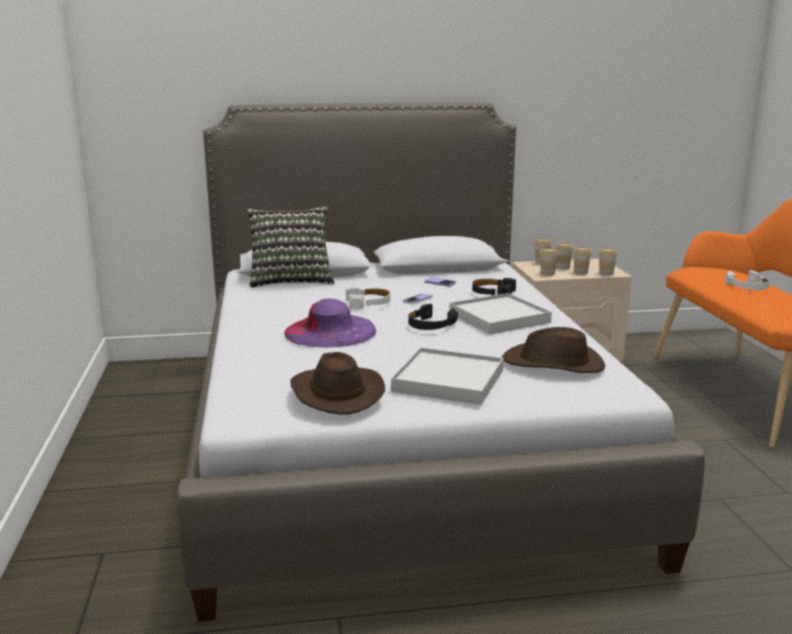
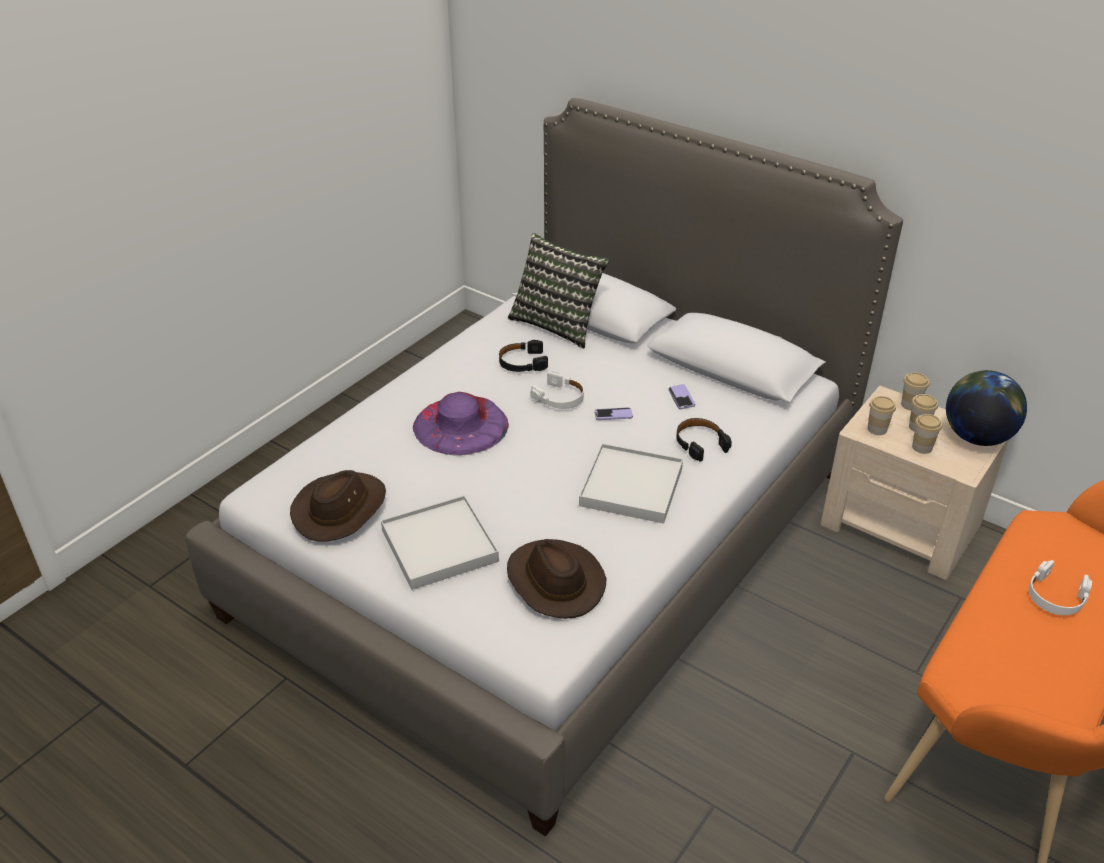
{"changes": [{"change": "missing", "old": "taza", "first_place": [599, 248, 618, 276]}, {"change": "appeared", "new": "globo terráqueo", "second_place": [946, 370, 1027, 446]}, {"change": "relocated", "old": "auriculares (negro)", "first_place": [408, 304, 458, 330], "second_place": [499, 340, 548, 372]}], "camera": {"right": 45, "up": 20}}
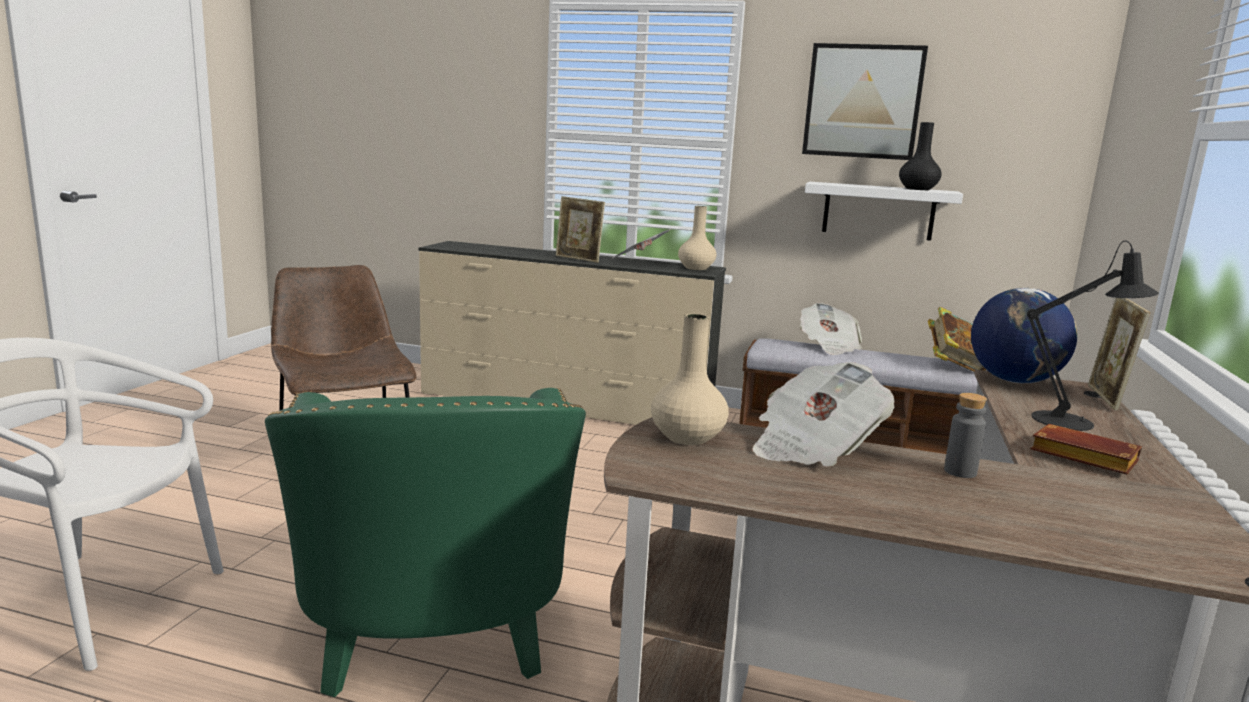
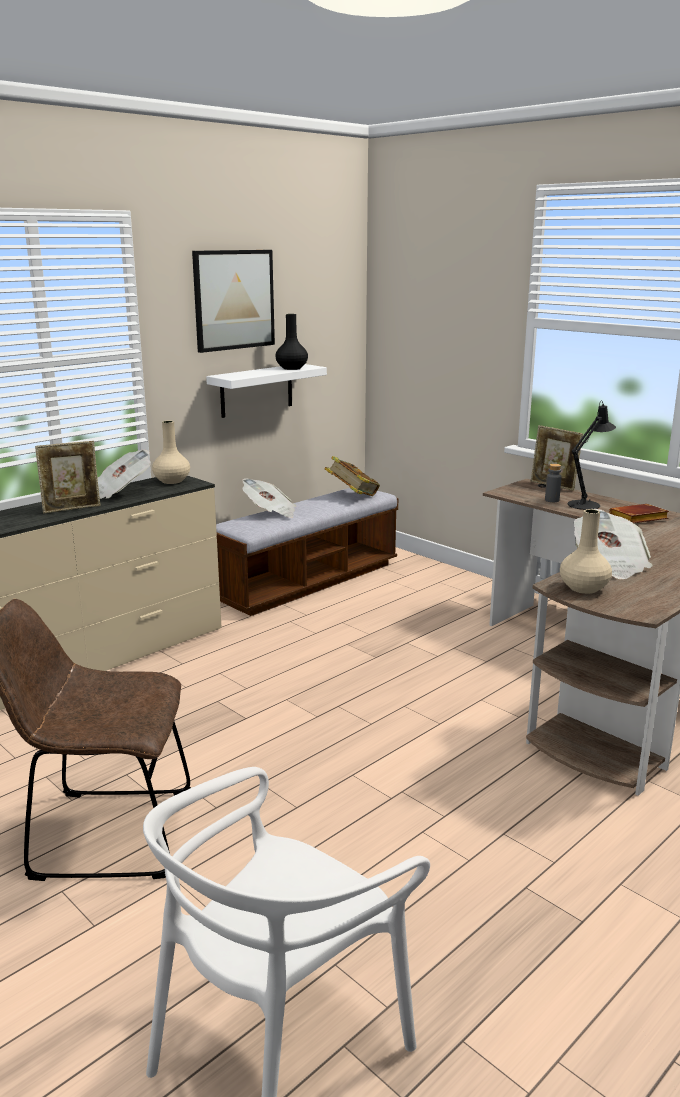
{"changes": [{"change": "missing", "old": "sillón (verde)", "first_place": [265, 388, 586, 697]}, {"change": "missing", "old": "globo terráqueo", "first_place": [971, 288, 1077, 383]}, {"change": "relocated", "old": "botella (gris)", "first_place": [944, 393, 987, 478], "second_place": [545, 464, 562, 502]}], "camera": {"right": -60, "up": 5}}
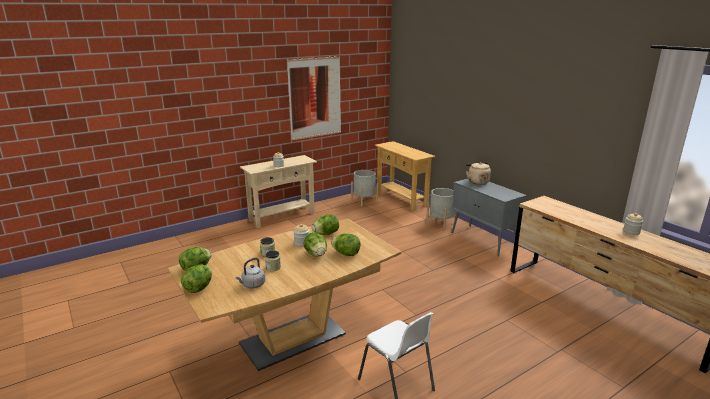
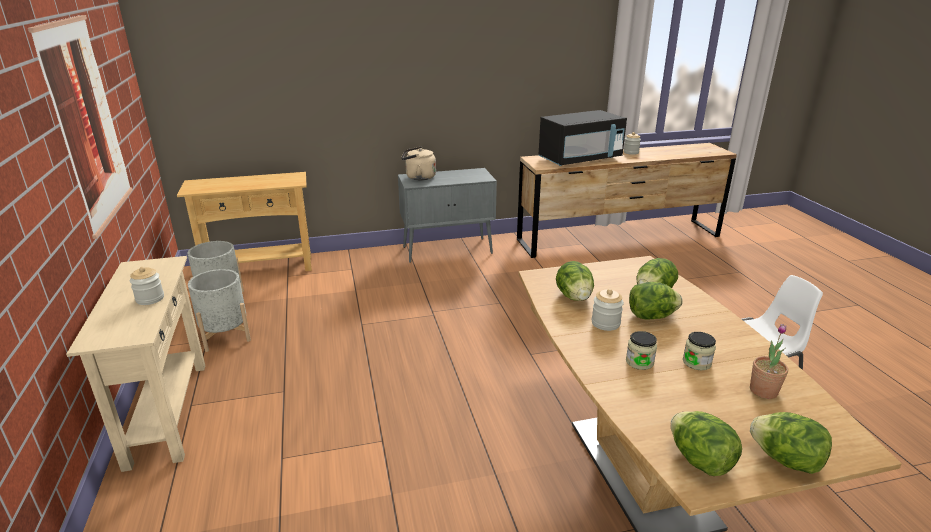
{"changes": [{"change": "appeared", "new": "microondas (negro)", "second_place": [538, 110, 627, 166]}, {"change": "relocated", "old": "maceta (gris)", "first_place": [426, 188, 457, 230], "second_place": [188, 269, 251, 352]}, {"change": "exchanged", "old": "hervidor (gris)", "new": "planta en maceta", "first_place": [235, 258, 265, 288], "second_place": [750, 324, 788, 399]}], "camera": {"right": -70, "up": 5}}
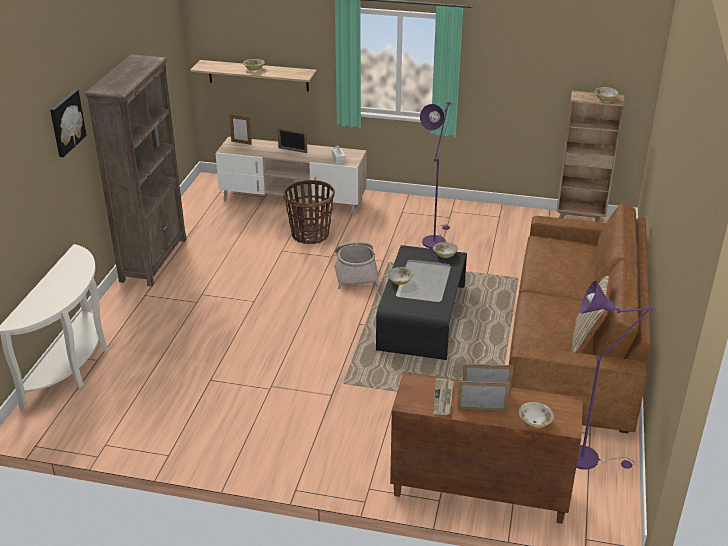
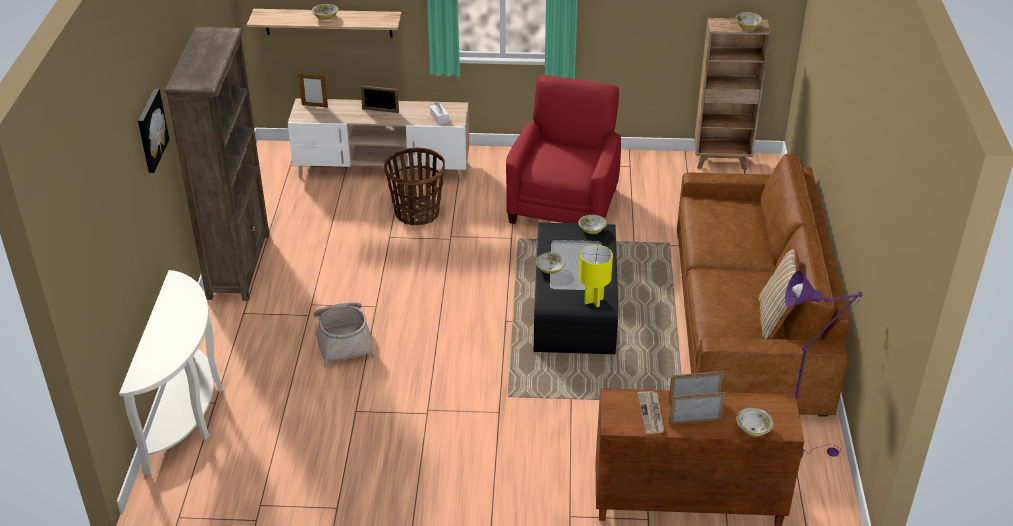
{"changes": [{"change": "appeared", "new": "lámpara de mesa (amarillo)", "second_place": [579, 245, 613, 307]}, {"change": "relocated", "old": "cesta", "first_place": [334, 242, 379, 289], "second_place": [314, 302, 376, 367]}, {"change": "exchanged", "old": "lámpara de pie (morado)", "new": "sillón (rojo)", "first_place": [420, 102, 452, 249], "second_place": [506, 75, 621, 224]}], "camera": {"right": -10, "up": 5}}
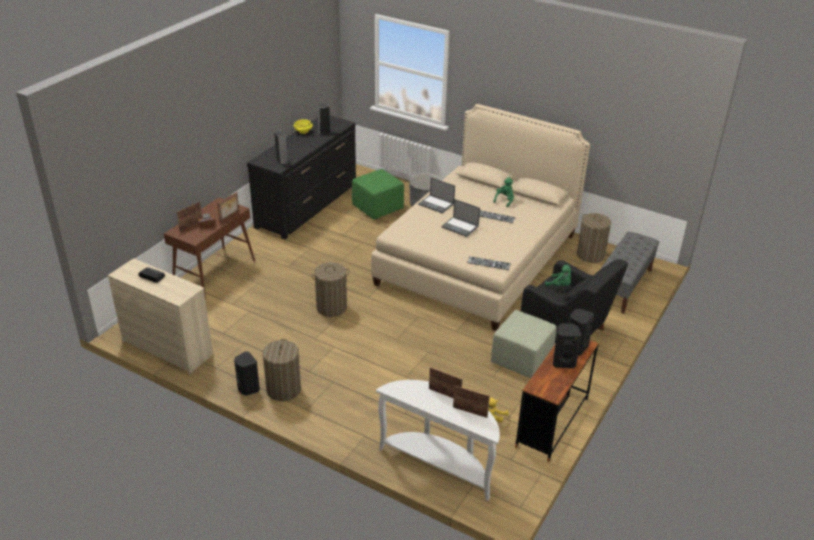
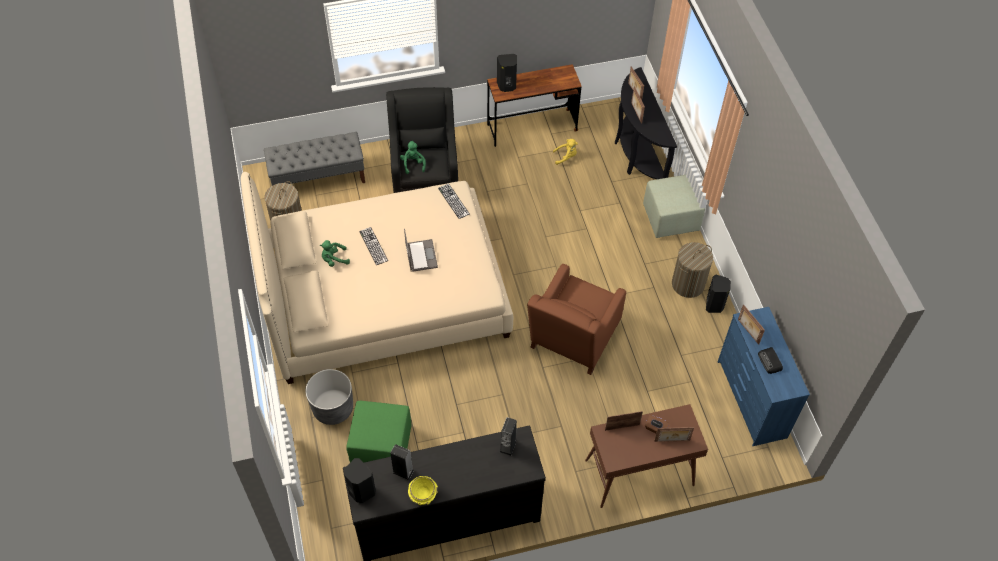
{"changes": [{"change": "missing", "old": "portátil", "first_place": [418, 178, 455, 214]}, {"change": "appeared", "new": "portarretratos", "second_place": [738, 305, 765, 345]}, {"change": "relocated", "old": "puf (verde)", "first_place": [491, 310, 557, 379], "second_place": [643, 175, 705, 238]}, {"change": "relocated", "old": "altavoz (negro)", "first_place": [553, 323, 582, 368], "second_place": [344, 458, 376, 503]}, {"change": "exchanged", "old": "cesto de la ropa", "new": "sillón (marrón)", "first_place": [311, 262, 350, 317], "second_place": [527, 264, 626, 375]}, {"change": "colour", "old": "cómoda (beis)", "new": "cómoda (azul)", "first_place": [108, 258, 213, 373], "second_place": [718, 307, 810, 446]}, {"change": "colour", "old": "mesa consola (blanco)", "new": "mesa consola (negro)", "first_place": [376, 380, 500, 501], "second_place": [615, 67, 677, 179]}], "camera": {"right": -135, "up": 20}}
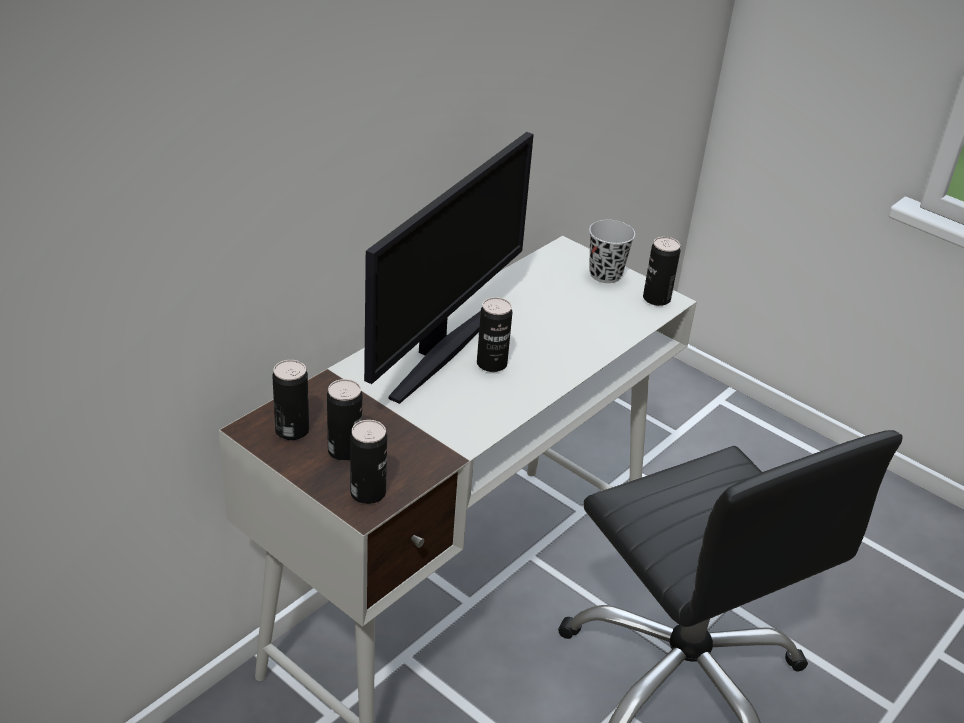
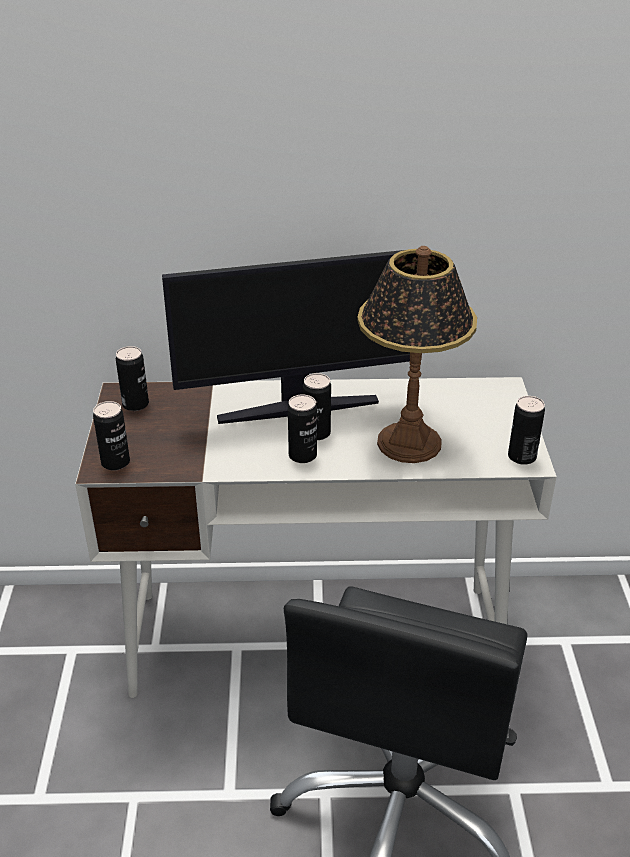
{"changes": [{"change": "missing", "old": "taza (negro)", "first_place": [589, 220, 635, 283]}, {"change": "appeared", "new": "lámpara de mesa", "second_place": [357, 246, 477, 463]}, {"change": "relocated", "old": "lata", "first_place": [327, 379, 362, 461], "second_place": [288, 394, 317, 463]}], "camera": {"right": 50, "up": 0}}
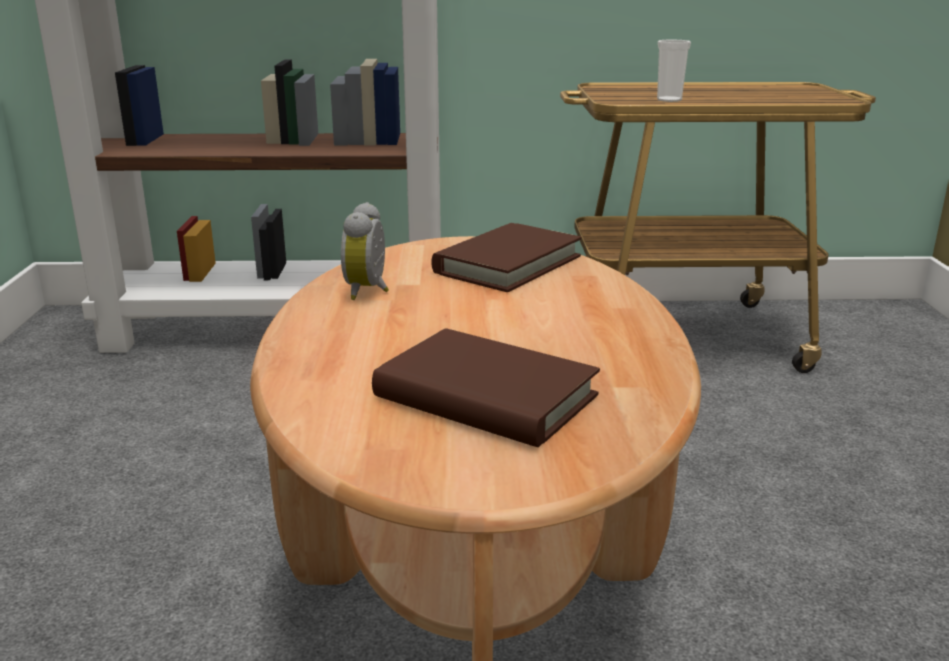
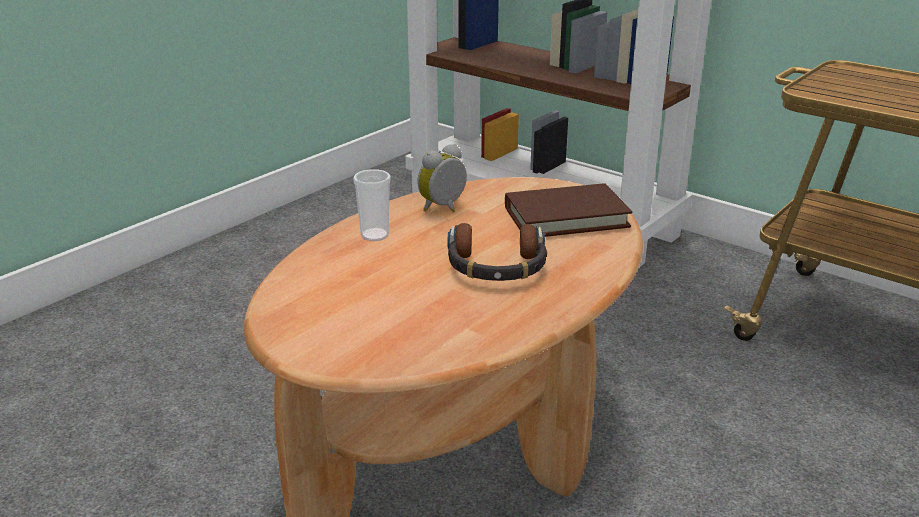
{"changes": [{"change": "missing", "old": "libro (marrón)", "first_place": [372, 328, 600, 447]}, {"change": "appeared", "new": "auriculares", "second_place": [447, 223, 547, 281]}, {"change": "relocated", "old": "taza", "first_place": [657, 40, 691, 102], "second_place": [353, 169, 391, 241]}], "camera": {"right": 40, "up": 5}}
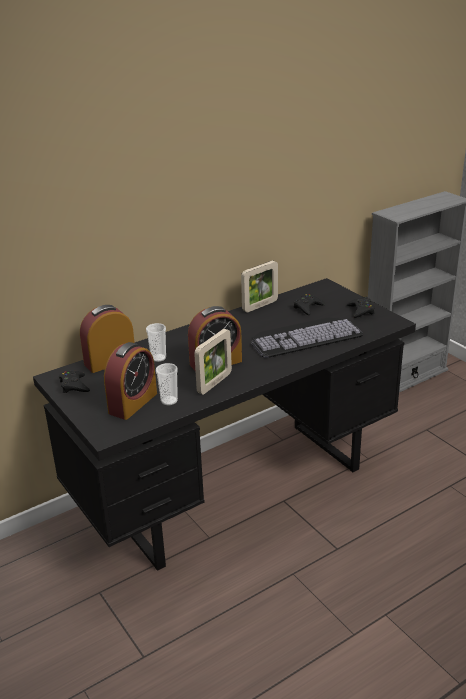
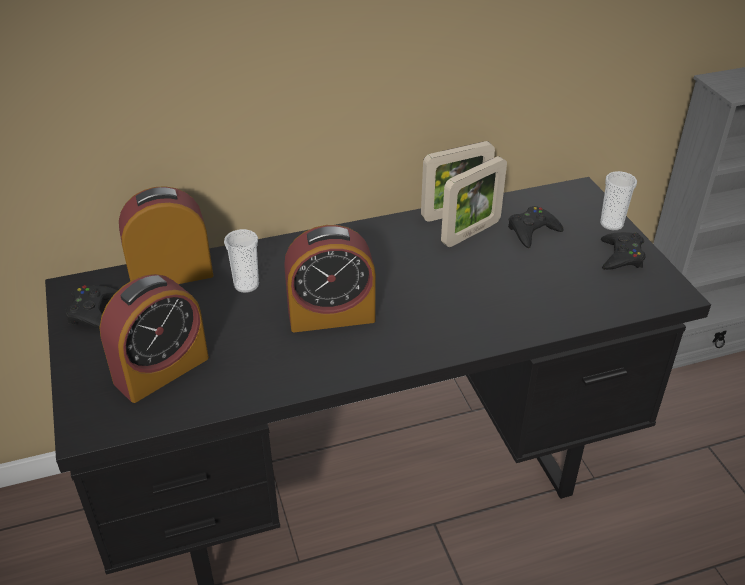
{"changes": [{"change": "missing", "old": "teclado", "first_place": [251, 318, 363, 358]}, {"change": "relocated", "old": "taza", "first_place": [156, 363, 178, 405], "second_place": [600, 171, 637, 230]}, {"change": "relocated", "old": "portarretratos", "first_place": [194, 329, 232, 395], "second_place": [441, 156, 507, 247]}], "camera": {"right": 15, "up": 10}}
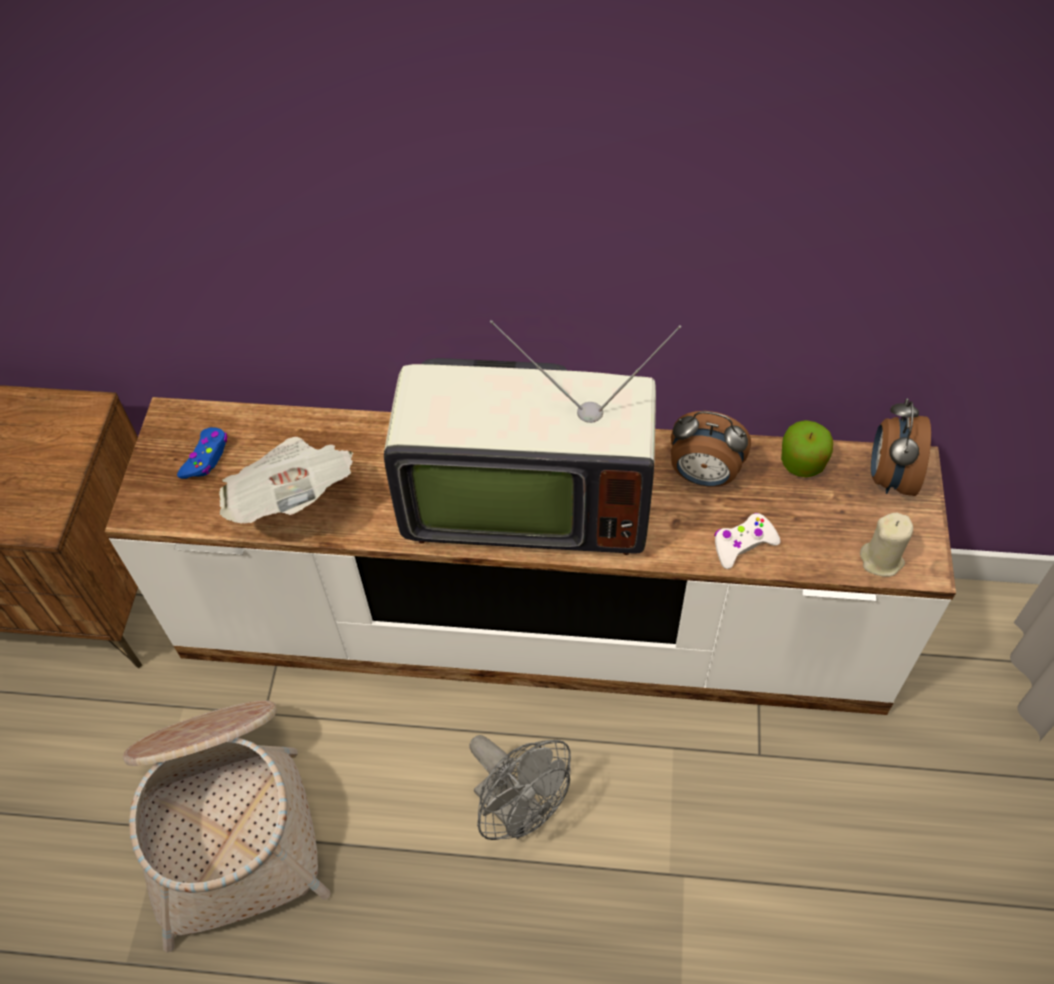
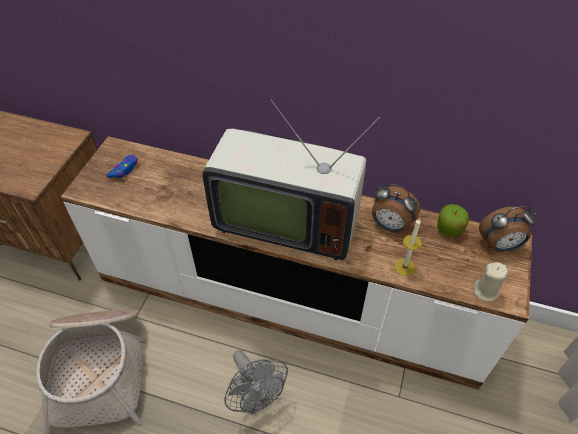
{"changes": [{"change": "missing", "old": "periódico", "first_place": [219, 437, 353, 523]}, {"change": "exchanged", "old": "mando de consola (blanco)", "new": "vela", "first_place": [714, 513, 781, 569], "second_place": [394, 218, 422, 276]}, {"change": "spun", "old": "despertador", "first_place": [871, 398, 931, 496], "second_place": [479, 206, 536, 252], "degrees": -120}], "camera": {"right": 10, "up": -5}}
